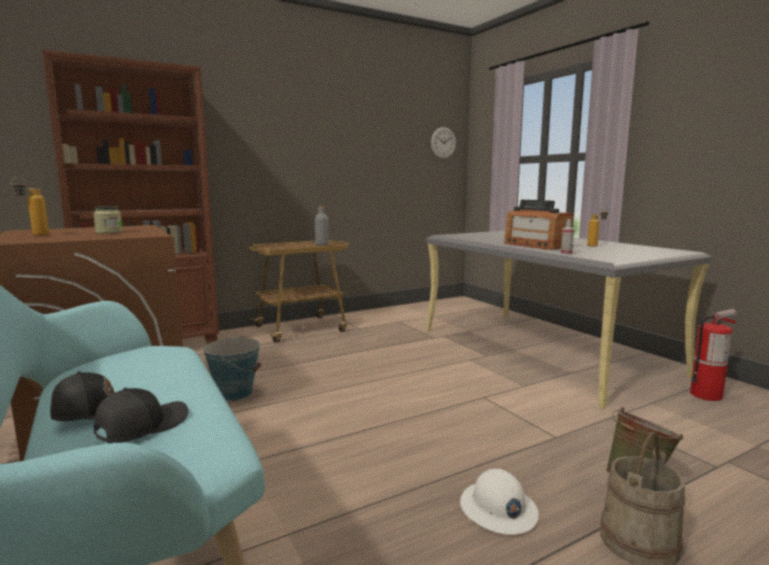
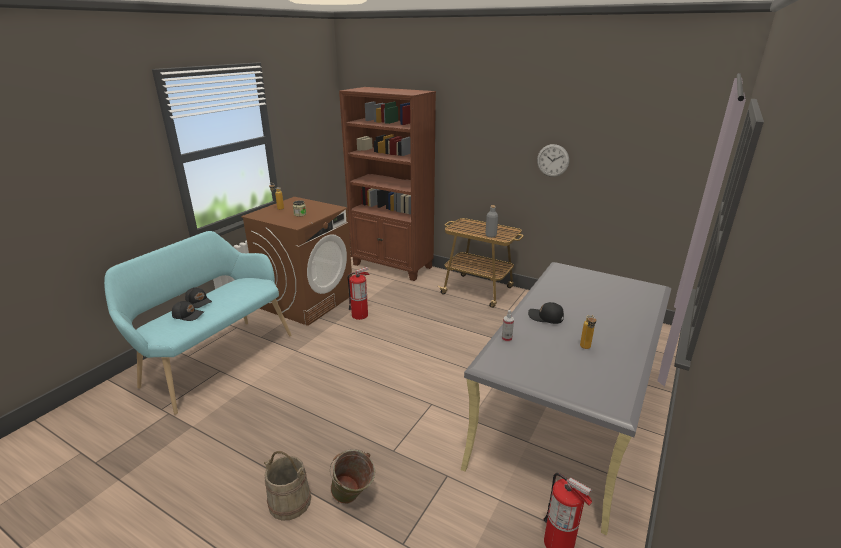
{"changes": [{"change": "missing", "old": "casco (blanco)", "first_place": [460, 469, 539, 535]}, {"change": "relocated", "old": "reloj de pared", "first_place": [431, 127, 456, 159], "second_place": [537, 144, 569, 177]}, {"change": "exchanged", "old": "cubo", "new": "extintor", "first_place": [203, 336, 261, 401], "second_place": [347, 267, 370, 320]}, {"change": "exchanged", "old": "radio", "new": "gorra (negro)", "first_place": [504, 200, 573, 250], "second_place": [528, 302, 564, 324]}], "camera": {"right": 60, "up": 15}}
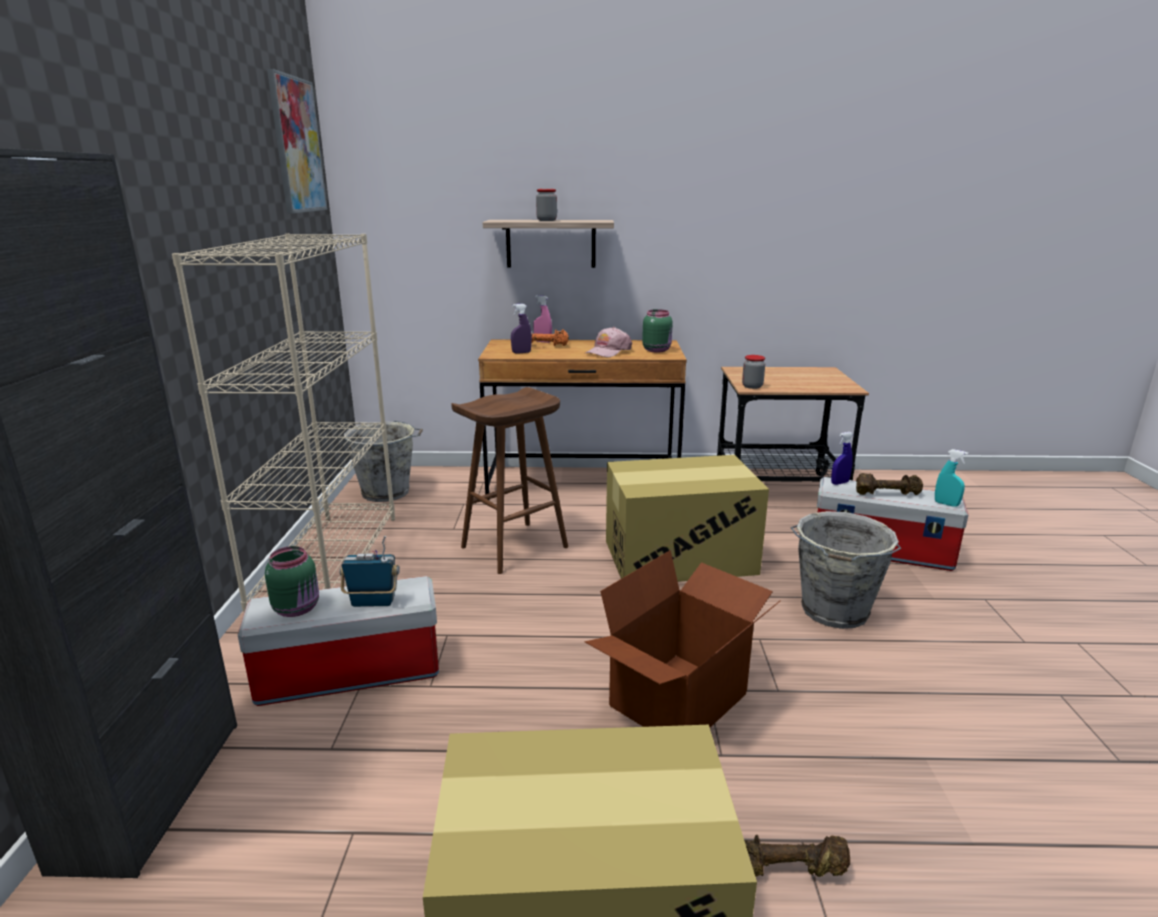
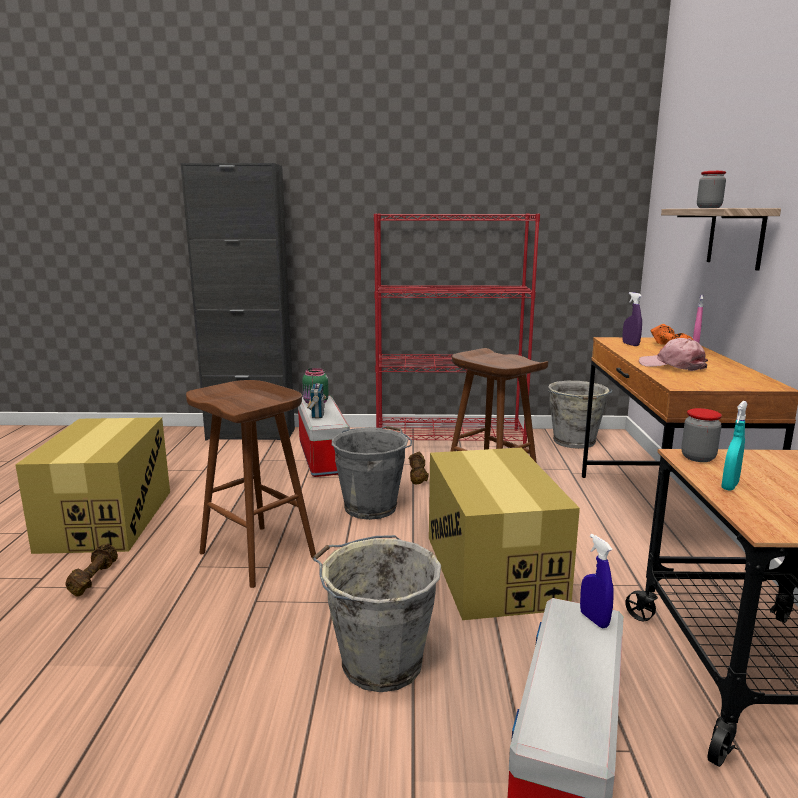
{"changes": [{"change": "missing", "old": "cuadro", "first_place": [267, 69, 328, 213]}, {"change": "missing", "old": "tarro (verde)", "first_place": [642, 309, 673, 352]}, {"change": "appeared", "new": "cubo (gris)", "second_place": [332, 426, 412, 520]}, {"change": "relocated", "old": "mancuerna (marrón)", "first_place": [856, 473, 923, 495], "second_place": [409, 452, 429, 484]}, {"change": "relocated", "old": "pulverizador (turquesa)", "first_place": [935, 449, 968, 507], "second_place": [721, 401, 748, 491]}, {"change": "exchanged", "old": "caja de cartón", "new": "taburete (marrón)", "first_place": [585, 550, 781, 727], "second_place": [186, 380, 316, 588]}, {"change": "colour", "old": "estantería (beis)", "new": "estantería (rojo)", "first_place": [172, 234, 395, 612], "second_place": [374, 213, 540, 448]}], "camera": {"right": 90, "up": -5}}
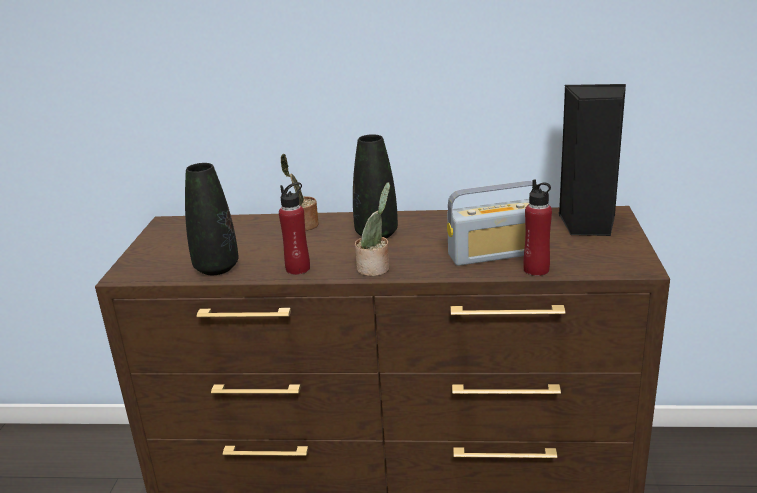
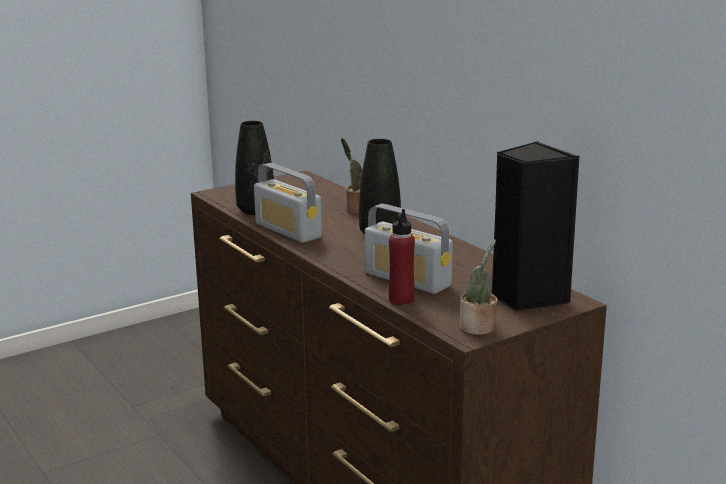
{"changes": [{"change": "relocated", "old": "planta en maceta", "first_place": [355, 182, 390, 276], "second_place": [460, 239, 498, 335]}, {"change": "exchanged", "old": "botella (rojo)", "new": "radio", "first_place": [279, 182, 310, 275], "second_place": [254, 163, 322, 243]}], "camera": {"right": 50, "up": -5}}
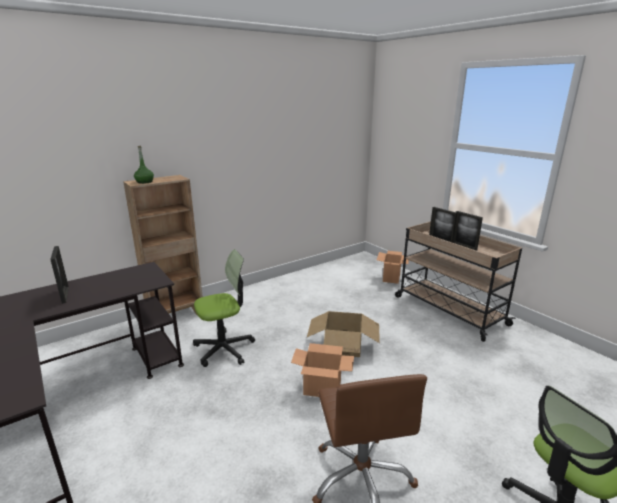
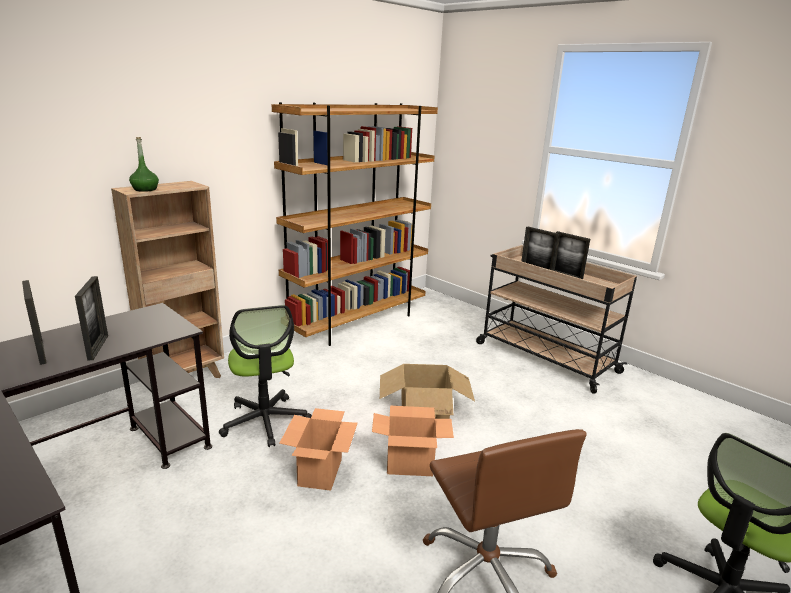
{"changes": [{"change": "appeared", "new": "portarretratos", "second_place": [75, 276, 108, 361]}, {"change": "appeared", "new": "estantería (marrón)", "second_place": [272, 102, 438, 346]}, {"change": "relocated", "old": "caja de cartón", "first_place": [377, 251, 409, 284], "second_place": [279, 408, 358, 491]}, {"change": "spun", "old": "silla de oficina", "first_place": [193, 249, 255, 367], "second_place": [219, 305, 312, 447], "degrees": 105}], "camera": {"right": -10, "up": 0}}
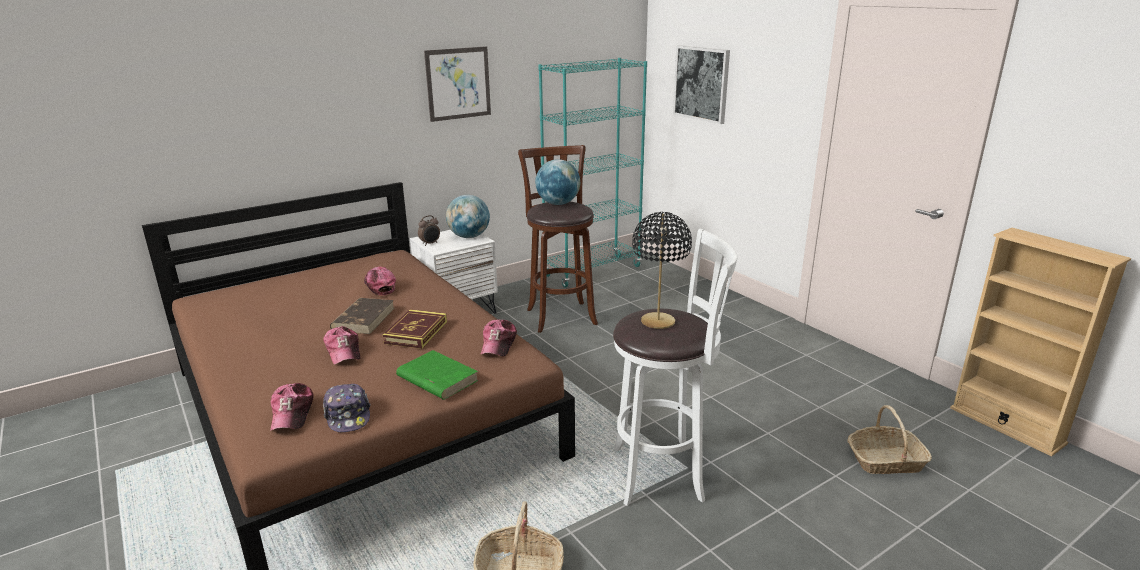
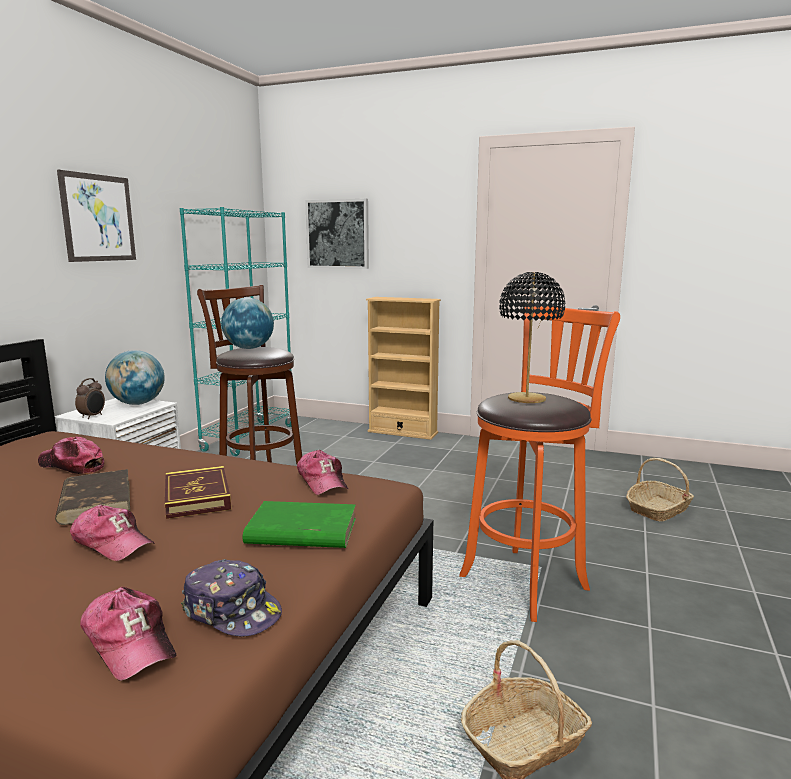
{"changes": [{"change": "relocated", "old": "estantería (beis)", "first_place": [950, 228, 1131, 456], "second_place": [366, 297, 441, 440]}, {"change": "colour", "old": "taburete (blanco)", "new": "taburete (naranja)", "first_place": [613, 229, 737, 506], "second_place": [459, 306, 620, 622]}], "camera": {"right": -35, "up": -10}}
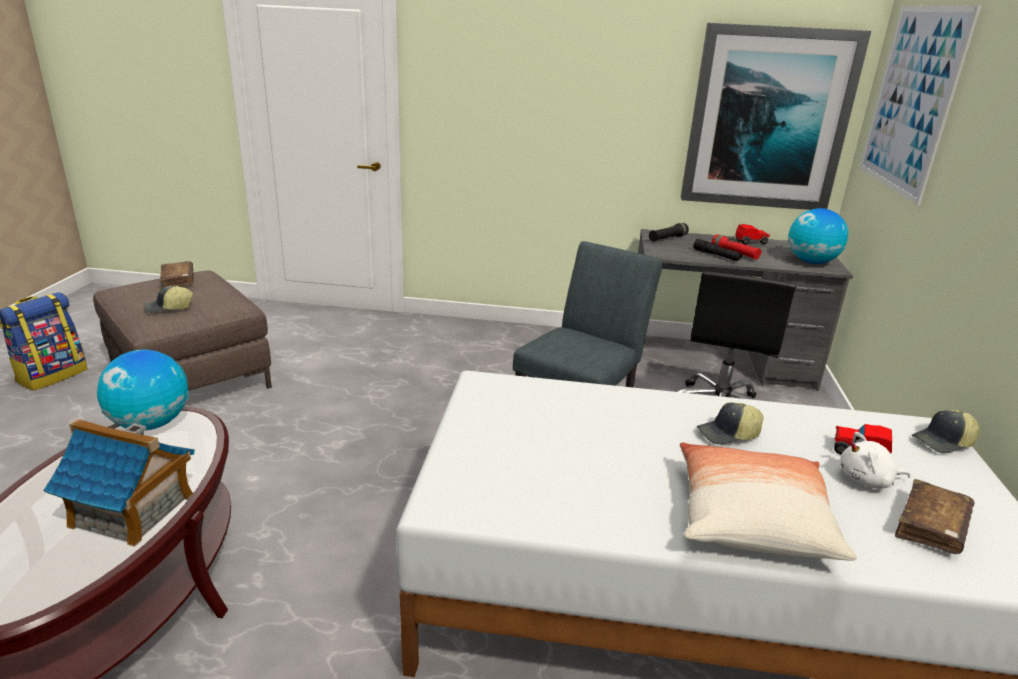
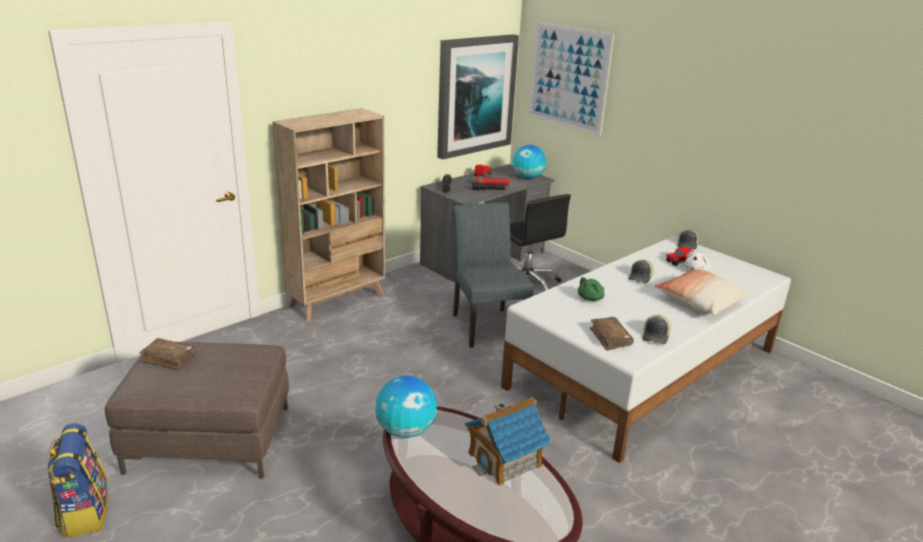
{"changes": [{"change": "appeared", "new": "estantería (beis)", "second_place": [272, 108, 385, 322]}, {"change": "appeared", "new": "peluche (verde)", "second_place": [578, 277, 605, 301]}, {"change": "relocated", "old": "gorra", "first_place": [144, 285, 193, 313], "second_place": [643, 315, 671, 344]}, {"change": "relocated", "old": "libro (marrón)", "first_place": [895, 479, 974, 554], "second_place": [590, 317, 634, 351]}], "camera": {"right": -50, "up": 0}}
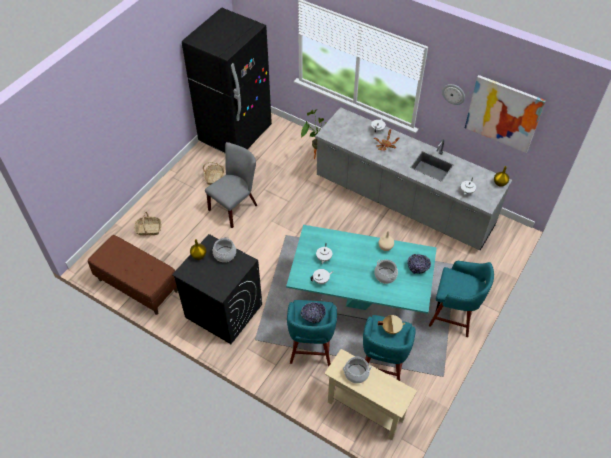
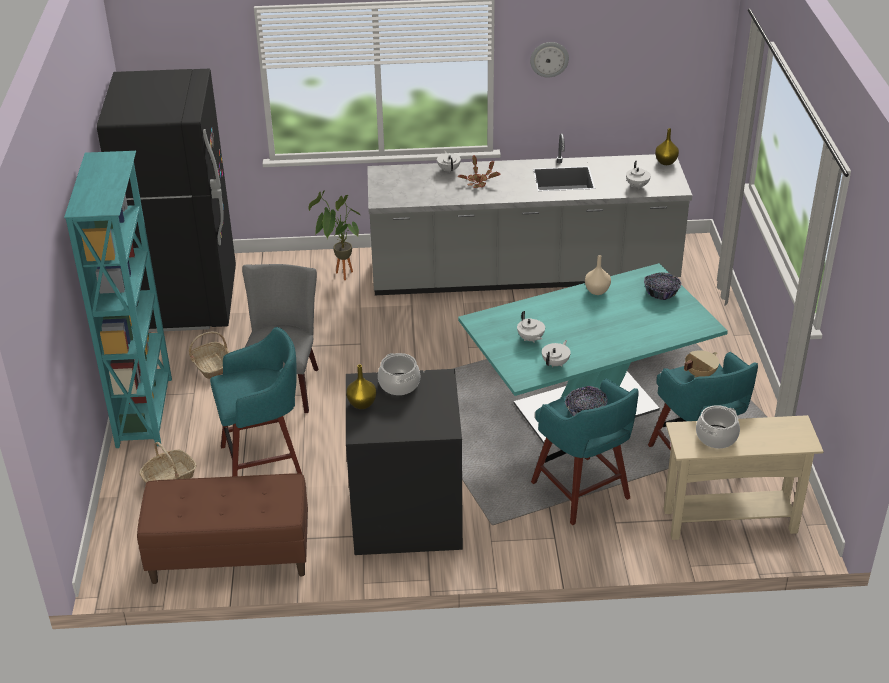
{"changes": [{"change": "missing", "old": "olla", "first_place": [374, 260, 398, 284]}, {"change": "missing", "old": "cuadro", "first_place": [465, 75, 546, 153]}, {"change": "appeared", "new": "estantería (turquesa)", "second_place": [64, 151, 172, 448]}, {"change": "relocated", "old": "taburete (turquesa)", "first_place": [429, 261, 494, 337], "second_place": [210, 327, 302, 477]}], "camera": {"right": -35, "up": -15}}
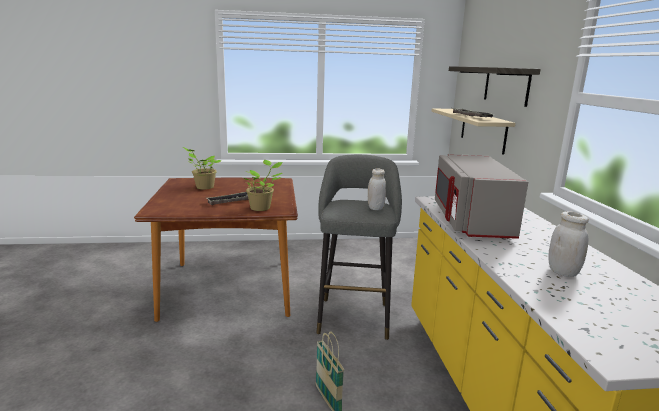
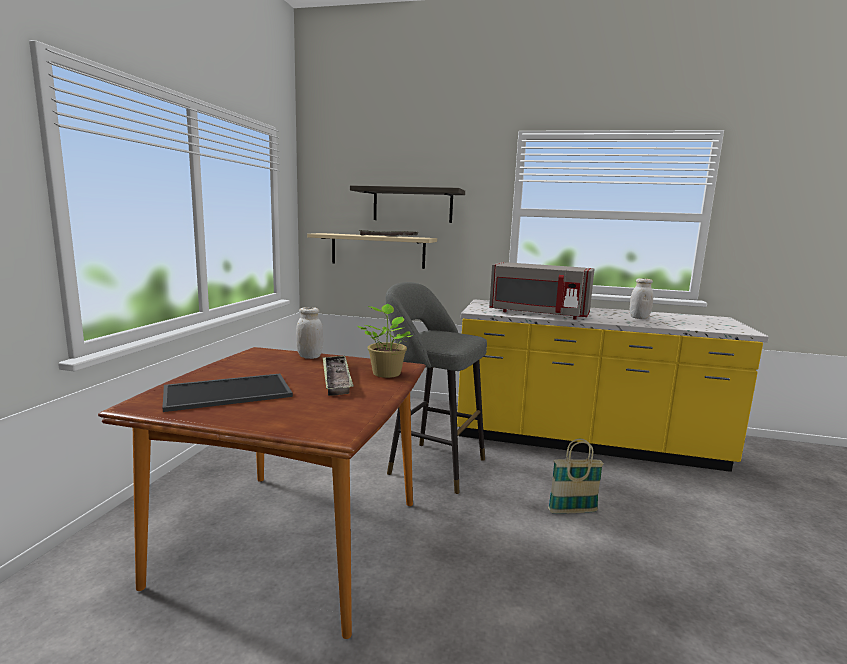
{"changes": [{"change": "relocated", "old": "tarro (blanco)", "first_place": [368, 169, 386, 210], "second_place": [296, 307, 323, 359]}, {"change": "exchanged", "old": "planta en maceta", "new": "bandeja", "first_place": [183, 147, 222, 190], "second_place": [163, 374, 293, 412]}], "camera": {"right": -70, "up": -5}}
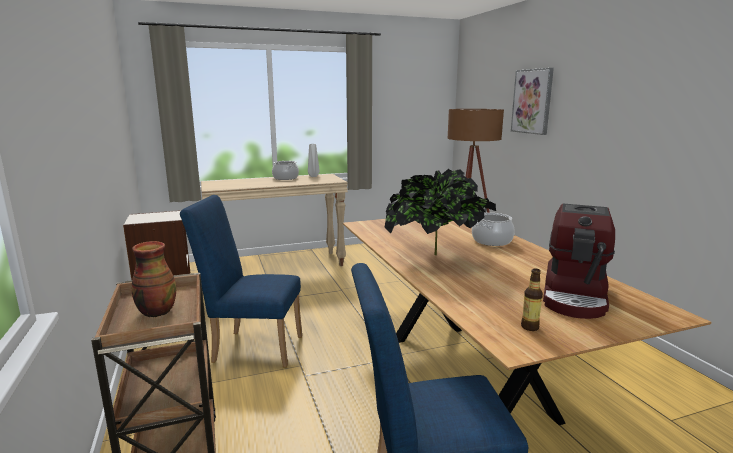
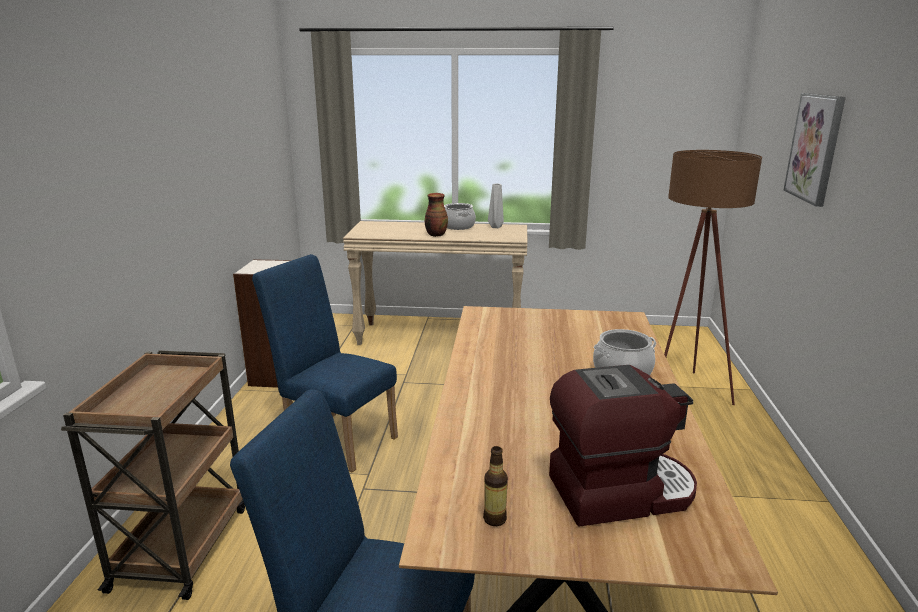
{"changes": [{"change": "missing", "old": "planta en maceta", "first_place": [385, 169, 496, 255]}, {"change": "relocated", "old": "florero", "first_place": [132, 241, 176, 317], "second_place": [425, 193, 448, 237]}, {"change": "spun", "old": "cafetera", "first_place": [543, 204, 615, 319], "second_place": [549, 365, 697, 527], "degrees": -150}], "camera": {"right": 25, "up": 5}}
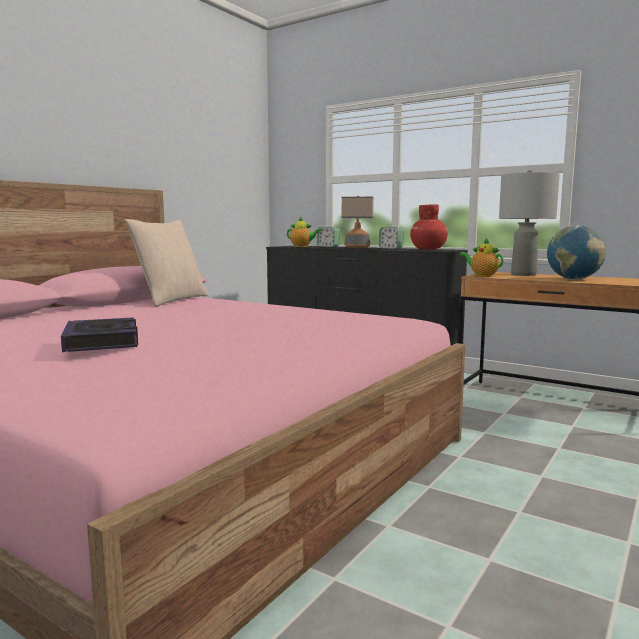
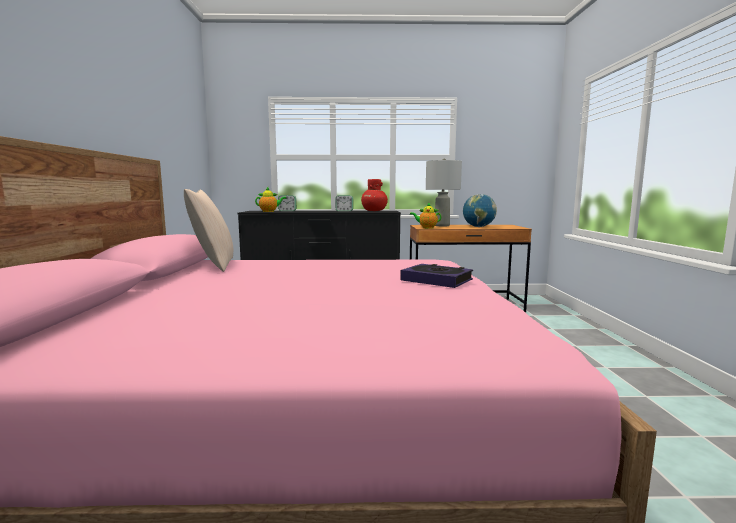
{"changes": [{"change": "missing", "old": "lámpara de mesa", "first_place": [341, 196, 374, 248]}, {"change": "relocated", "old": "libro", "first_place": [61, 318, 138, 352], "second_place": [400, 264, 473, 288]}], "camera": {"right": -35, "up": 0}}
